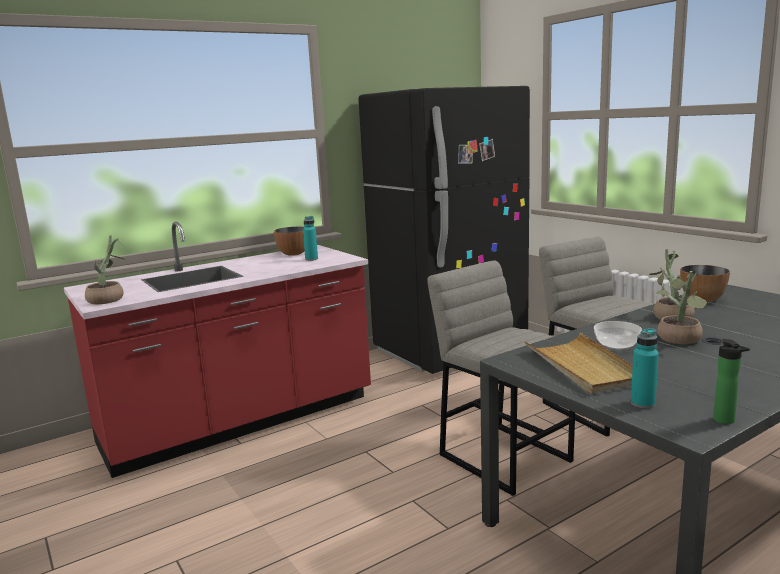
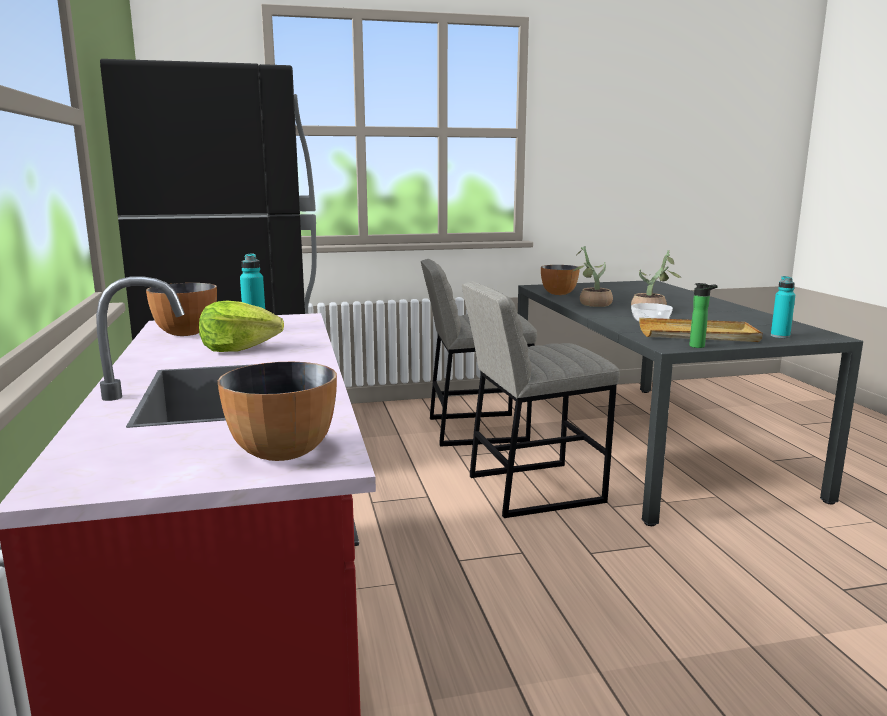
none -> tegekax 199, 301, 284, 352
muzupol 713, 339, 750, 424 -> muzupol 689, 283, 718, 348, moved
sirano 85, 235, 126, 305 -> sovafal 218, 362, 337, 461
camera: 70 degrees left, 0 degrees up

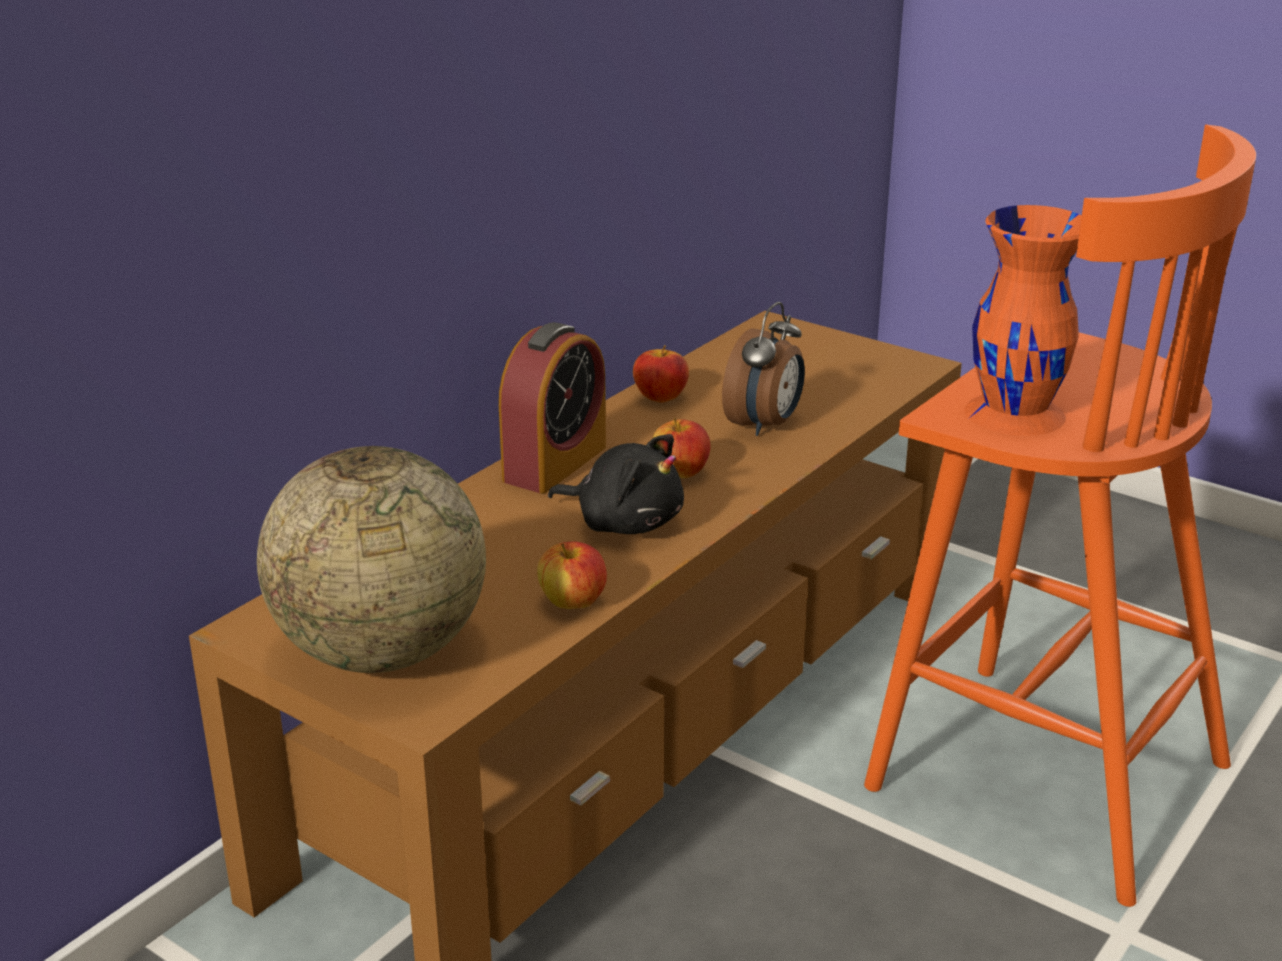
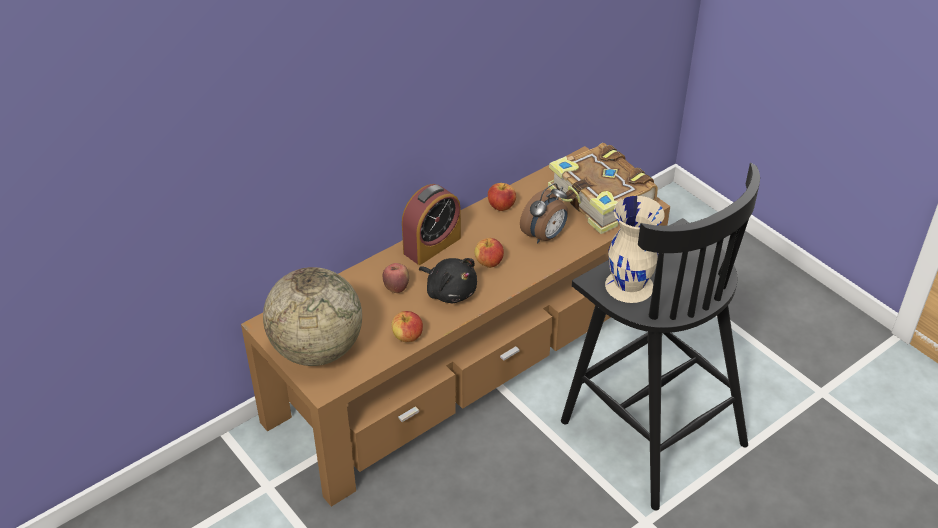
none -> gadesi 383, 263, 409, 293
none -> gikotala 548, 143, 658, 234
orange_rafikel 864, 124, 1256, 907 -> black_rafikel 561, 163, 760, 511
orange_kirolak 964, 205, 1082, 436 -> beige_kirolak 605, 196, 665, 303
camera: 15 degrees right, 15 degrees up

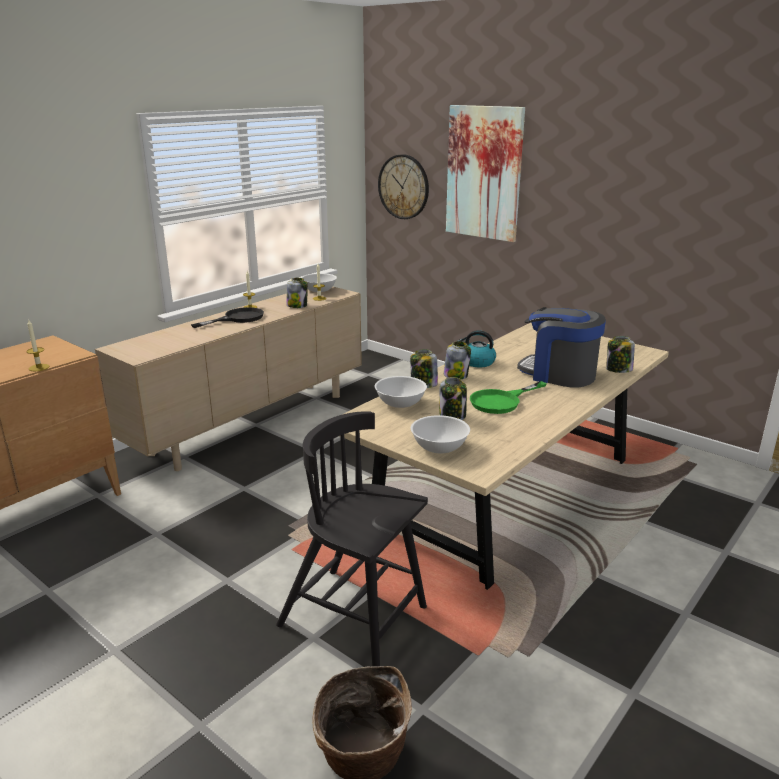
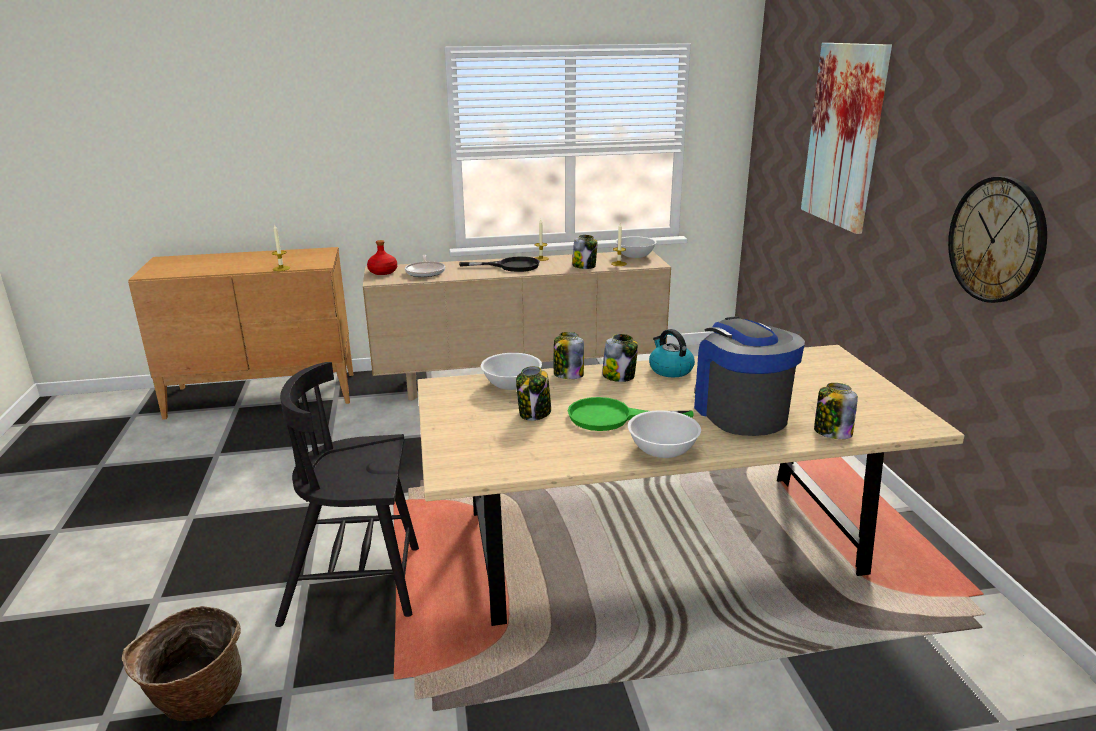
none -> red_muzupol 367, 240, 397, 275
none -> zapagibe 405, 255, 445, 277
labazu 378, 154, 429, 219 -> labazu 948, 176, 1047, 303, moved
white_sovafal 411, 415, 470, 453 -> white_sovafal 628, 410, 701, 458, moved
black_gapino 276, 411, 428, 667 -> black_gapino 275, 362, 419, 627, 75 degrees counterclockwise
camera: 40 degrees right, 0 degrees up

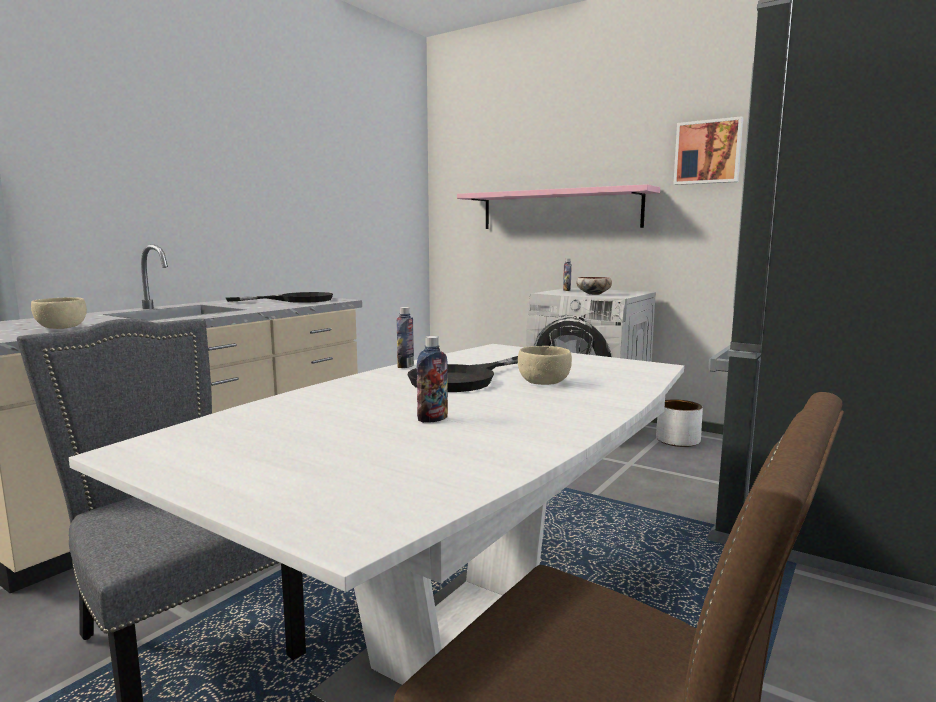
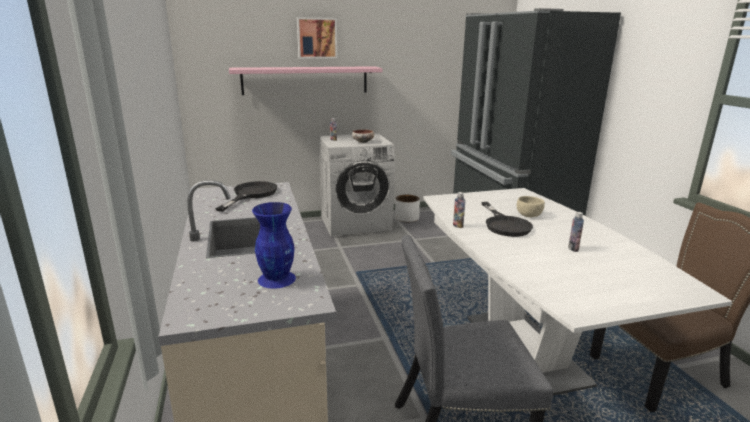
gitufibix 673, 116, 743, 185 -> gitufibix 297, 17, 337, 59, moved
beige_sovafal 31, 297, 87, 329 -> blue_kirolak 252, 202, 296, 289
camera: 50 degrees left, 10 degrees up

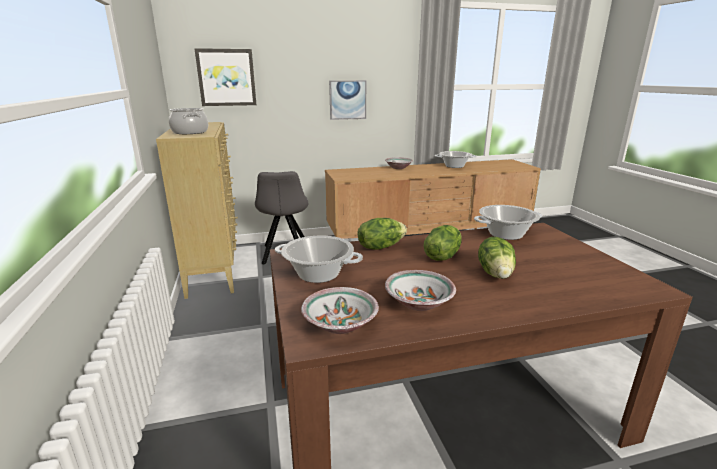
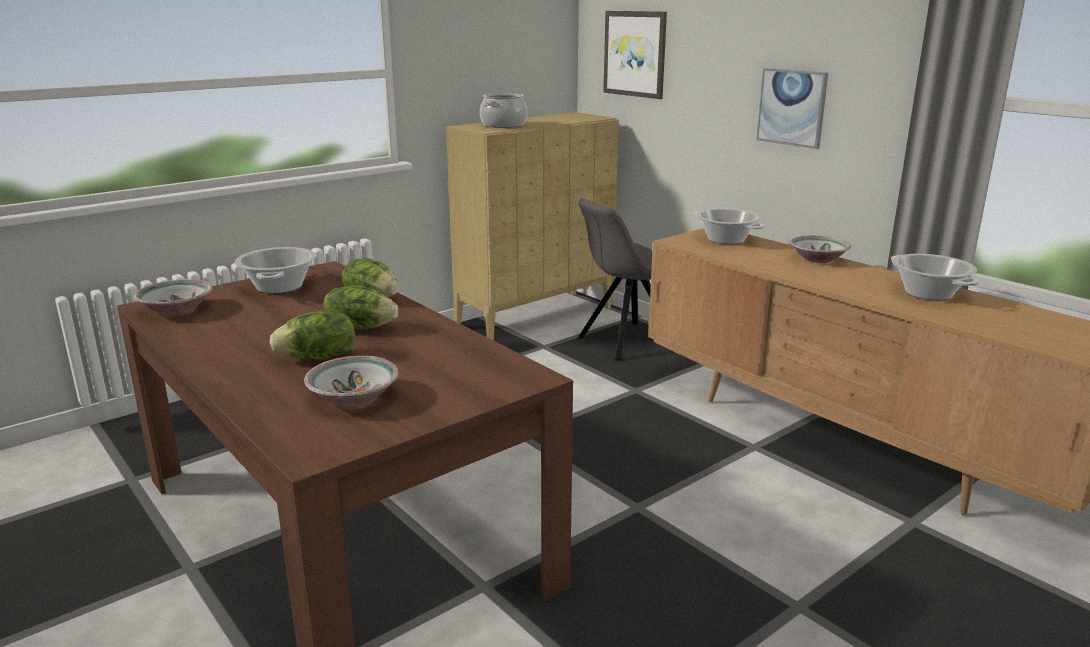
sovafal 385, 270, 456, 311 -> sovafal 304, 356, 399, 407, moved
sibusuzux 474, 205, 542, 240 -> sibusuzux 694, 208, 764, 244, moved
camera: 65 degrees right, 0 degrees up

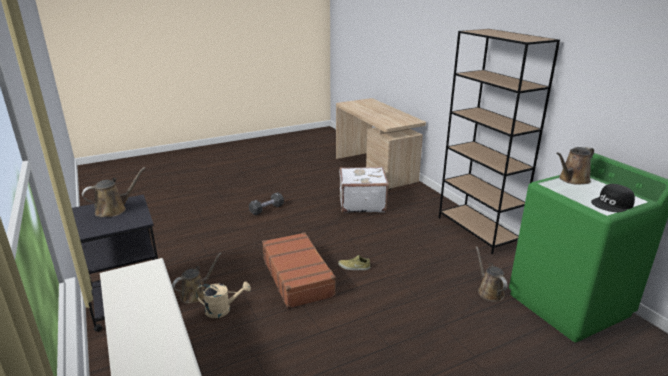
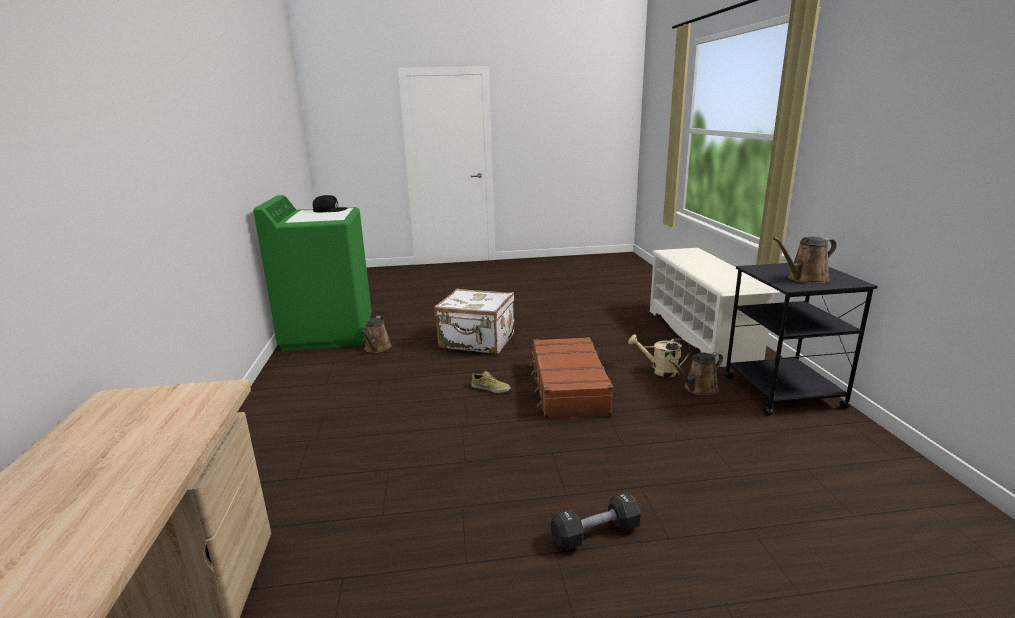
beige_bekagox 439, 29, 560, 254 -> none
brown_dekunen 556, 147, 594, 185 -> none
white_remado 339, 167, 389, 213 -> white_remado 434, 288, 514, 354, moved
camera: 160 degrees left, 5 degrees down

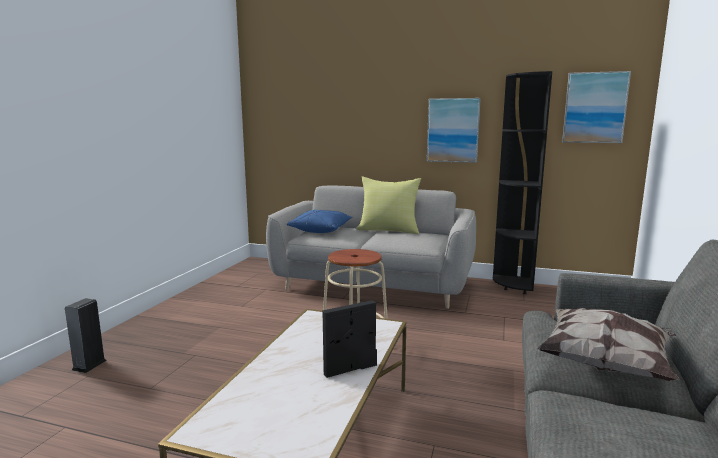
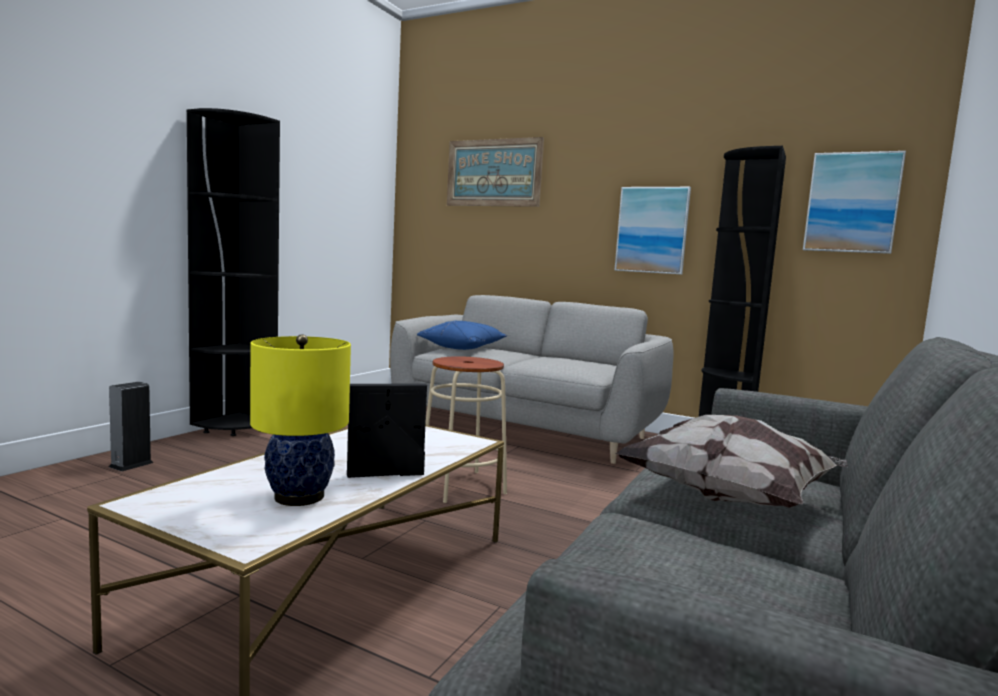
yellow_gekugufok 356, 176, 421, 234 -> none
none -> black_bekagox 187, 108, 280, 436
none -> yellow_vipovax 250, 334, 351, 506
none -> gitufibix 447, 137, 544, 207
camera: 10 degrees right, 5 degrees down

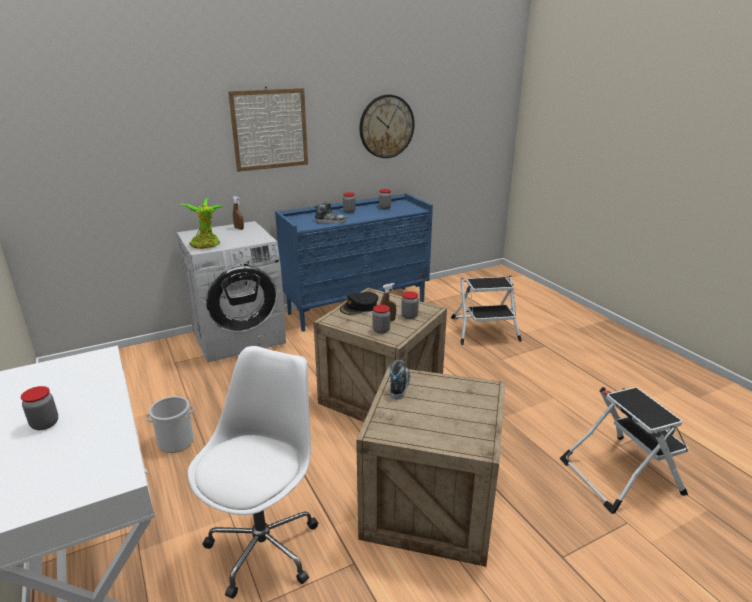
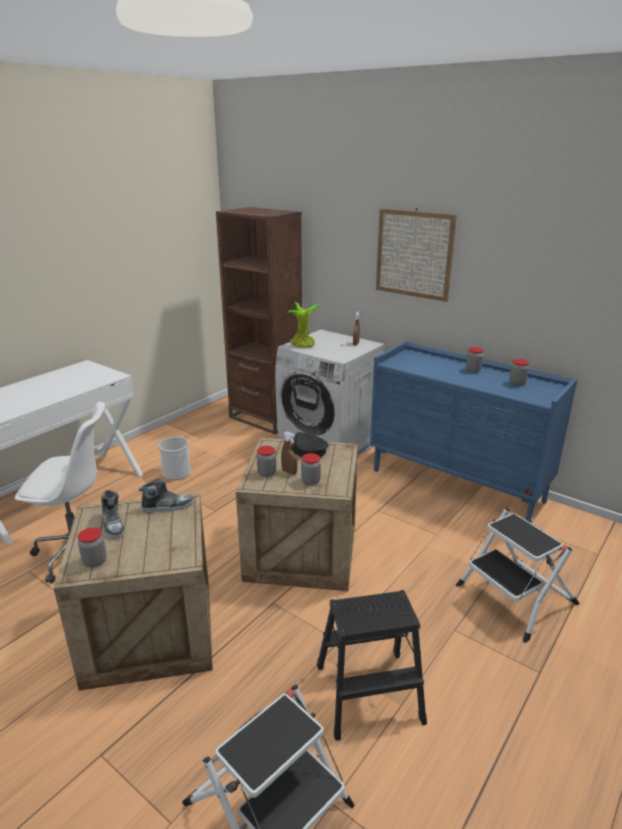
labazu 359, 95, 415, 158 -> none
none -> brown_bekagox 216, 207, 302, 435
none -> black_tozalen 317, 590, 427, 741
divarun 21, 386, 58, 430 -> divarun 78, 528, 107, 568, moved
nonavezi 314, 202, 347, 223 -> nonavezi 101, 490, 125, 539, moved
camera: 65 degrees right, 0 degrees up

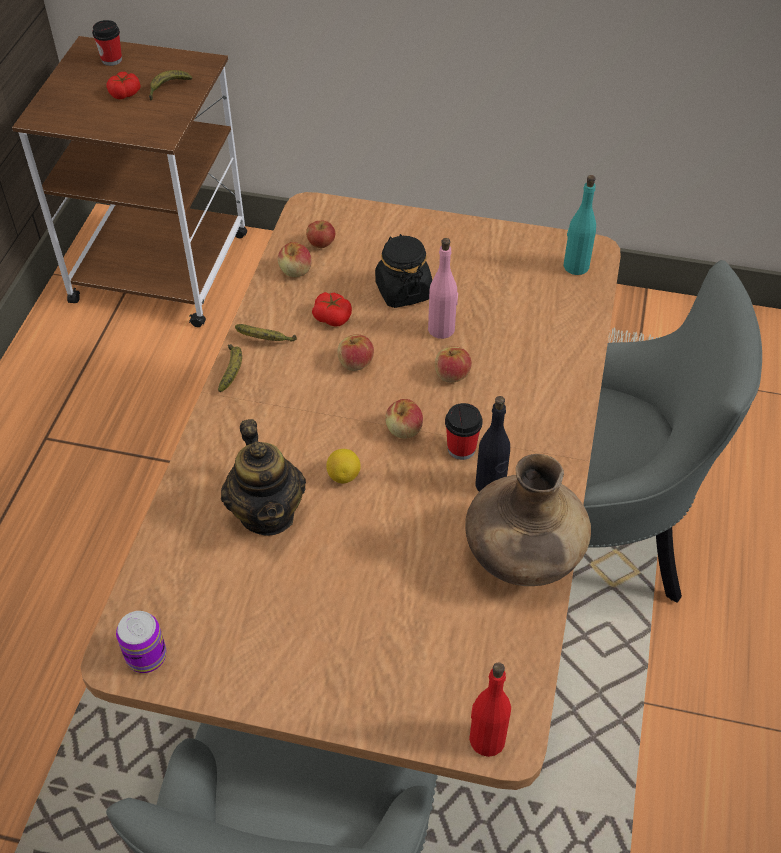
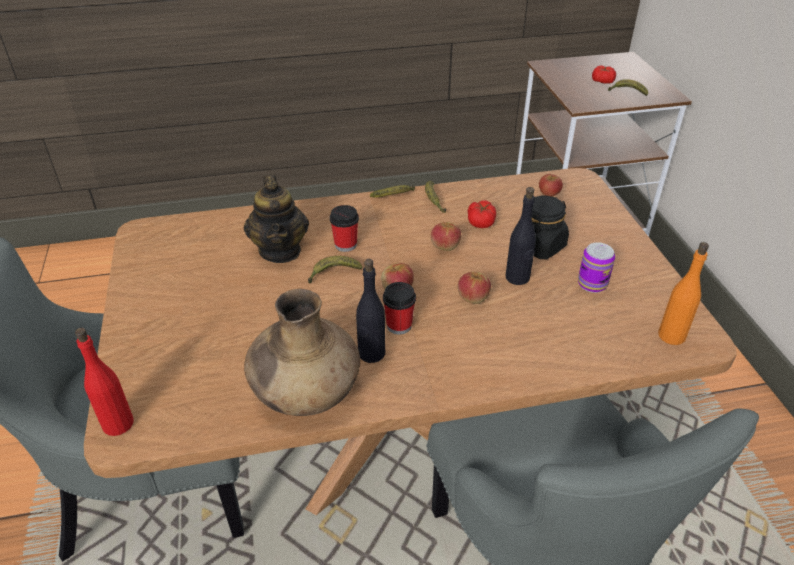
gadesi 278, 242, 312, 277 -> none
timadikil 92, 20, 122, 66 -> timadikil 330, 205, 359, 252, moved
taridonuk 116, 611, 166, 673 -> taridonuk 578, 242, 615, 293, moved
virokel 326, 449, 361, 483 -> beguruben 308, 256, 362, 284
pink_muzupol 428, 238, 458, 339 -> black_muzupol 506, 187, 536, 285
turquoise_muzupol 564, 175, 596, 275 -> orange_muzupol 658, 242, 709, 345
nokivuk 221, 419, 306, 536 -> nokivuk 244, 174, 309, 263, 60 degrees counterclockwise
camera: 65 degrees right, 10 degrees down

